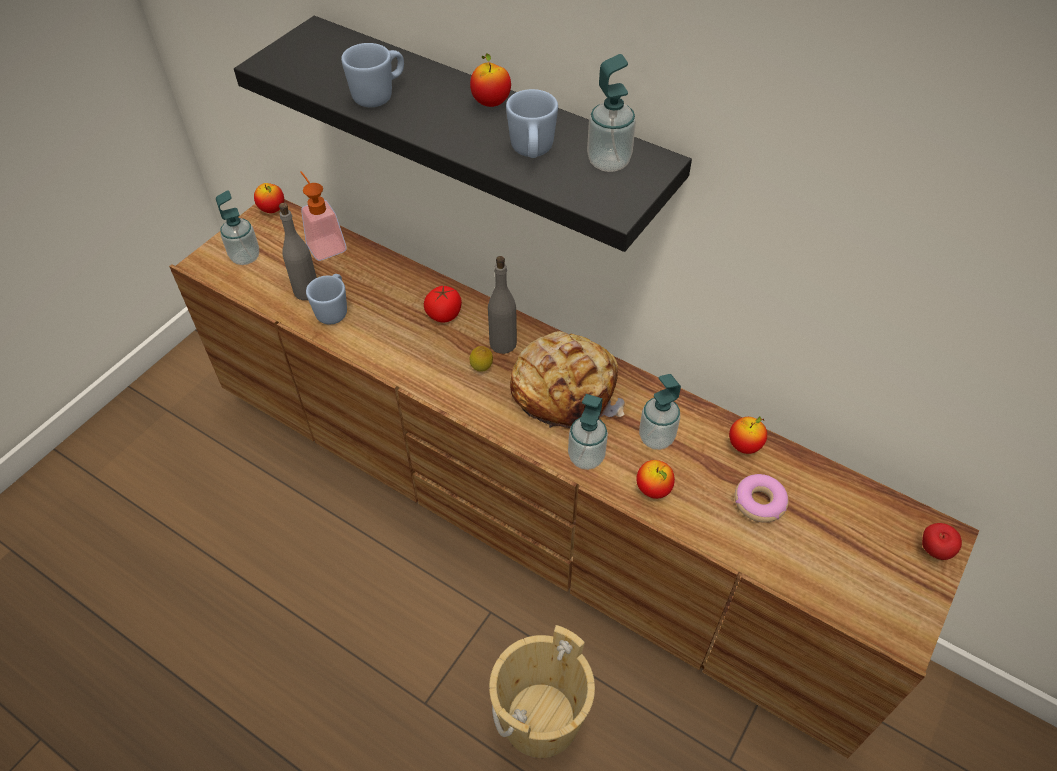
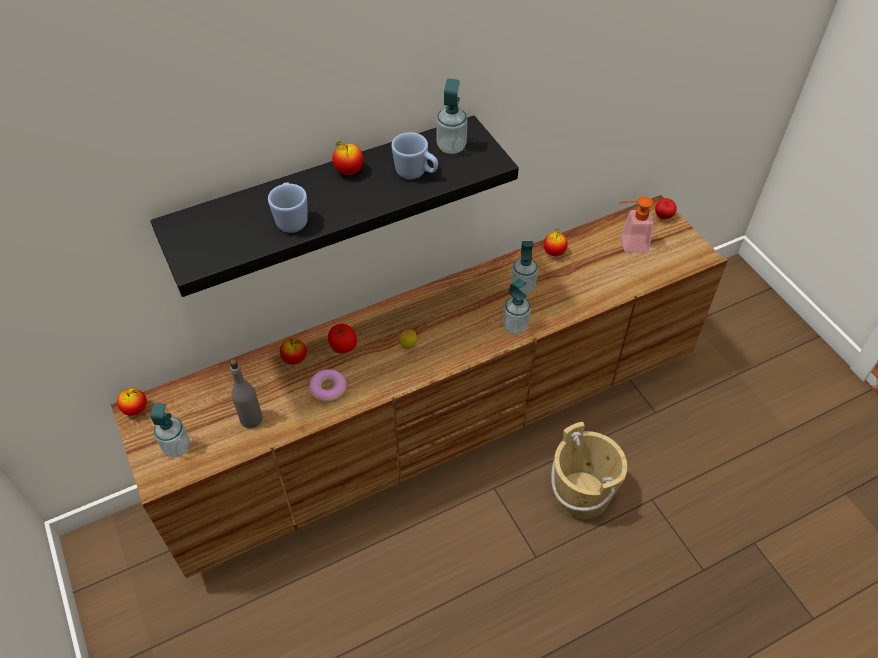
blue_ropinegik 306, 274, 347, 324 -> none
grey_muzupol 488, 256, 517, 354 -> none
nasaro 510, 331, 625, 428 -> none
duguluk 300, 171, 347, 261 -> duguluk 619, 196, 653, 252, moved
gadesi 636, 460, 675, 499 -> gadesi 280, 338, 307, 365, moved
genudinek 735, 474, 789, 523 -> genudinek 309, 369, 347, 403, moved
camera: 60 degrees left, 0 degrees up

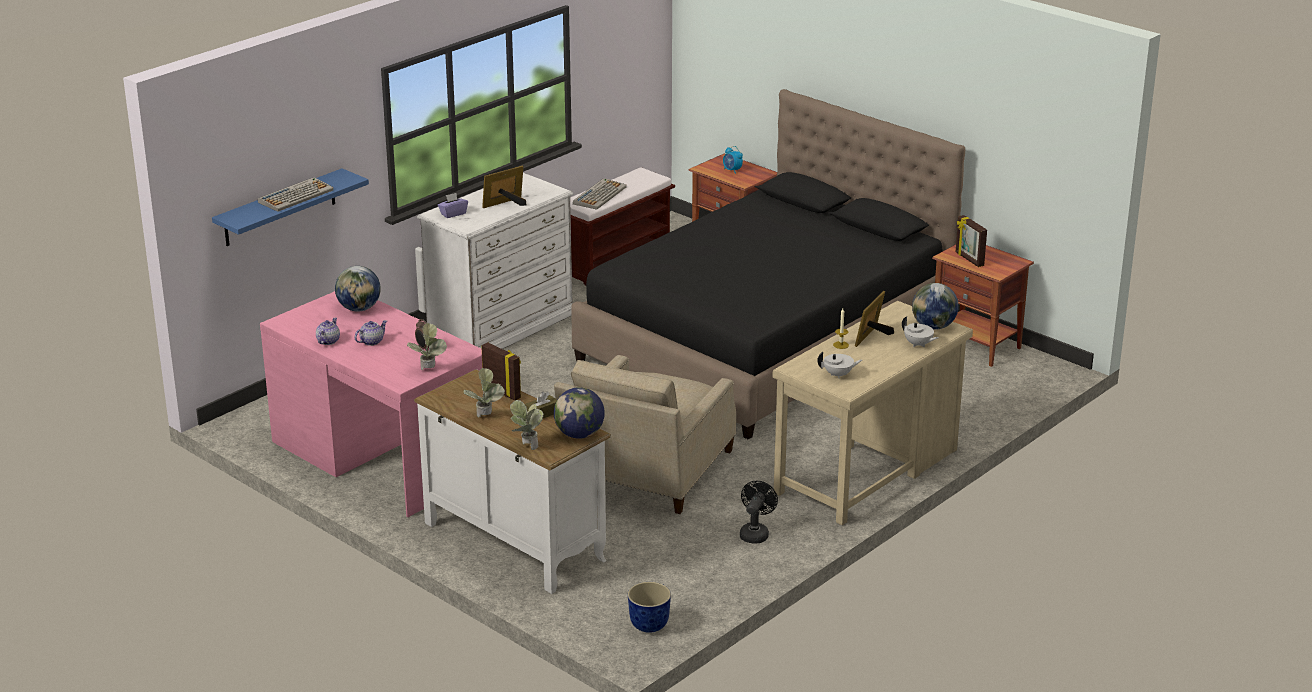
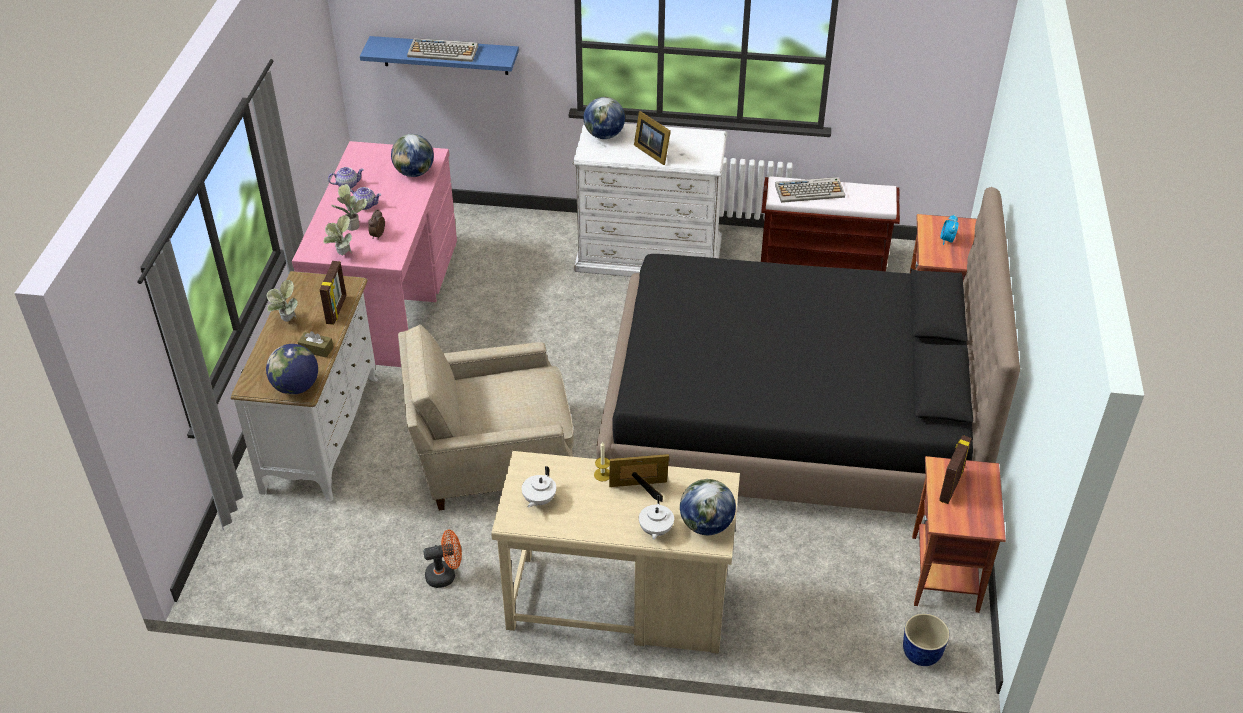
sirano 510, 400, 544, 450 -> sirano 331, 184, 368, 231, moved
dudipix 628, 582, 671, 633 -> dudipix 903, 613, 950, 666, moved
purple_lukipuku 438, 193, 468, 218 -> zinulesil 583, 97, 625, 139
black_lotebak 740, 481, 778, 544 -> orange_lotebak 423, 530, 462, 588
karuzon 482, 166, 526, 208 -> karuzon 634, 111, 671, 165, 150 degrees counterclockwise
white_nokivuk 817, 352, 862, 379 -> white_nokivuk 522, 466, 556, 508, 60 degrees clockwise
camera: 55 degrees right, 15 degrees up

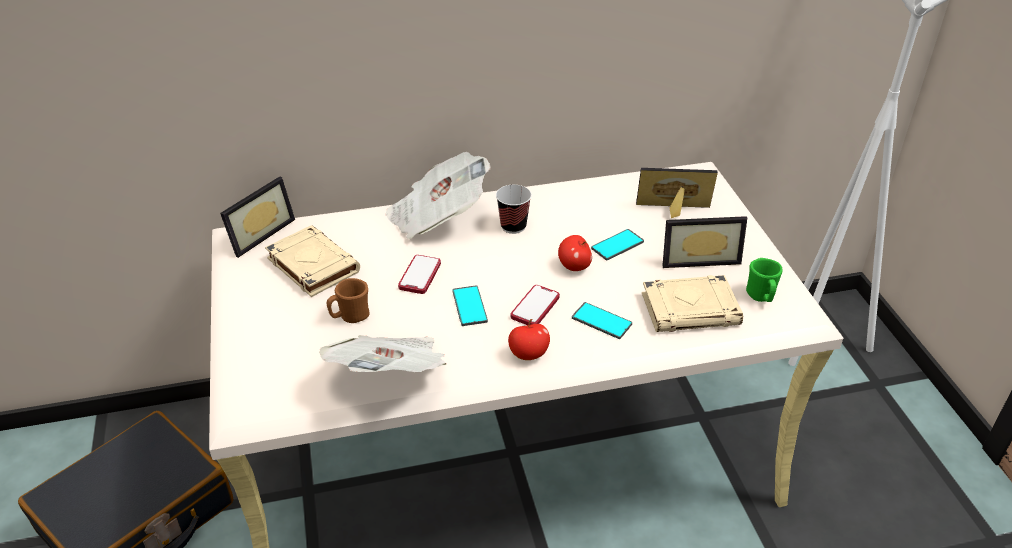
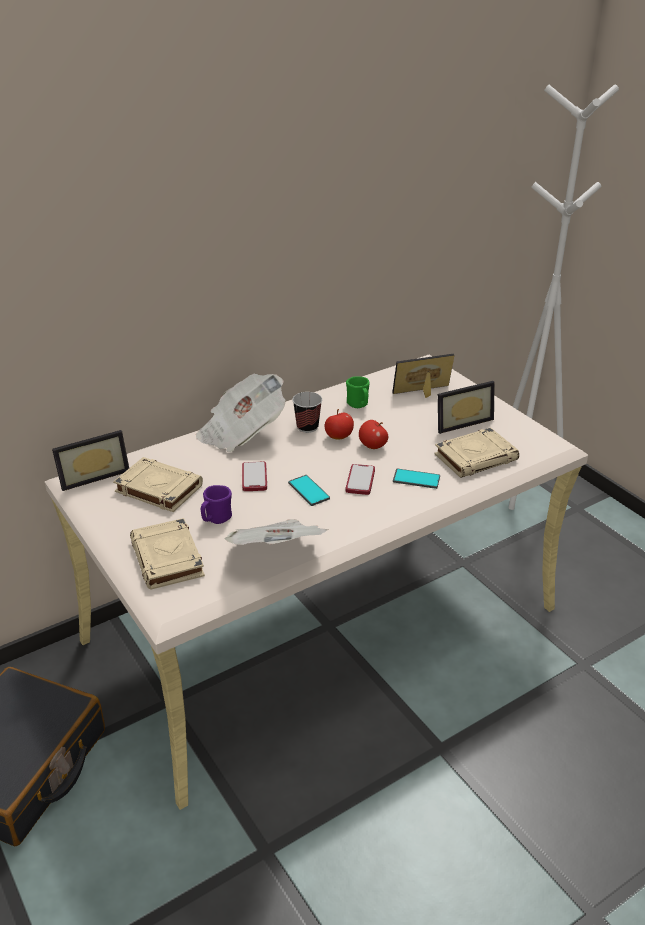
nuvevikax 591, 229, 644, 261 -> none
none -> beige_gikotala 130, 518, 205, 590
gadesi 508, 319, 550, 360 -> gadesi 325, 409, 354, 440, moved
green_ropinegik 746, 258, 783, 302 -> green_ropinegik 346, 377, 370, 408, moved
brown_ropinegik 327, 278, 370, 323 -> purple_ropinegik 201, 485, 232, 524
karuzon 220, 176, 295, 258 -> karuzon 52, 430, 129, 491, 45 degrees clockwise
camera: 20 degrees left, 5 degrees down

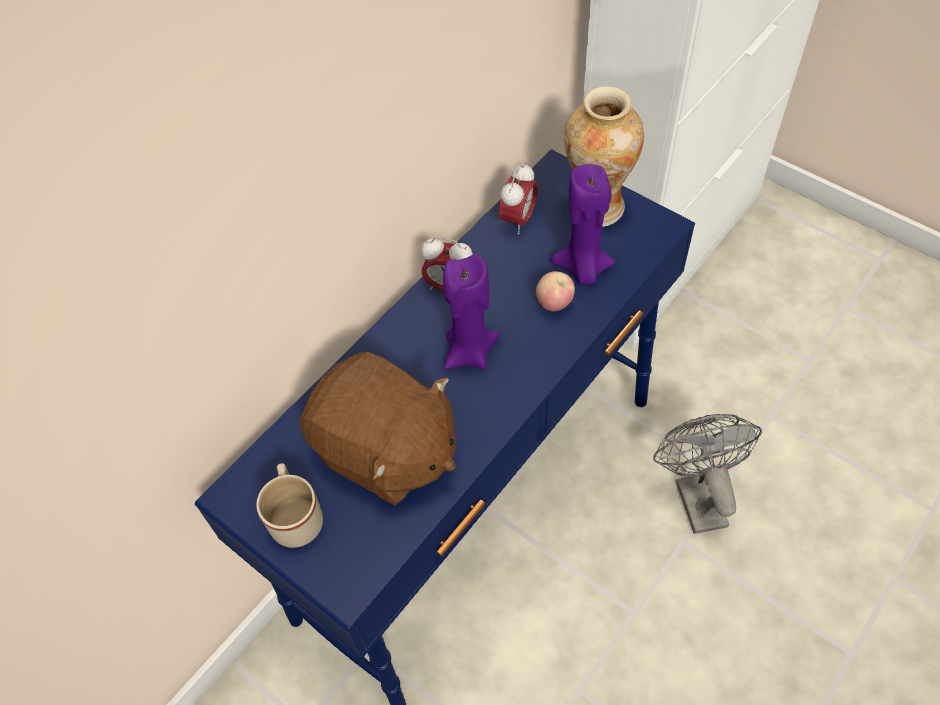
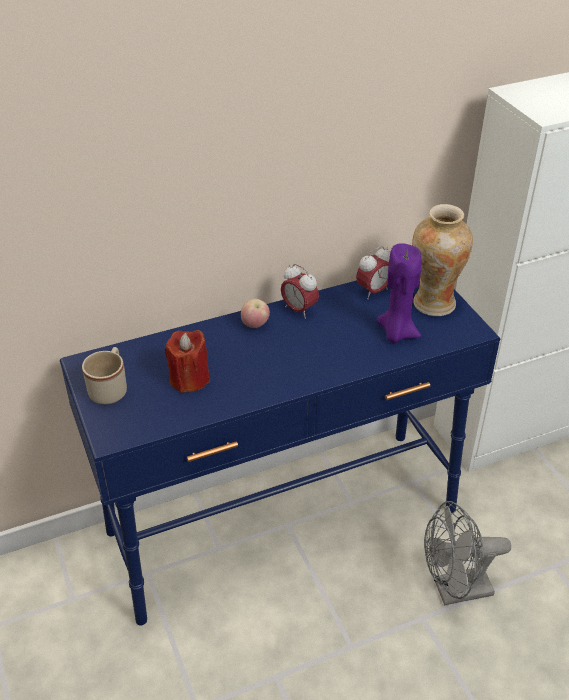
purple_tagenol 443, 254, 500, 369 -> none
gadesi 536, 271, 575, 311 -> gadesi 241, 299, 270, 328, moved
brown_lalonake 300, 352, 456, 506 -> red_tagenol 165, 330, 210, 393
grey_lotebak 653, 414, 762, 534 -> grey_lotebak 424, 501, 511, 605, 120 degrees counterclockwise
camera: 25 degrees right, 15 degrees down

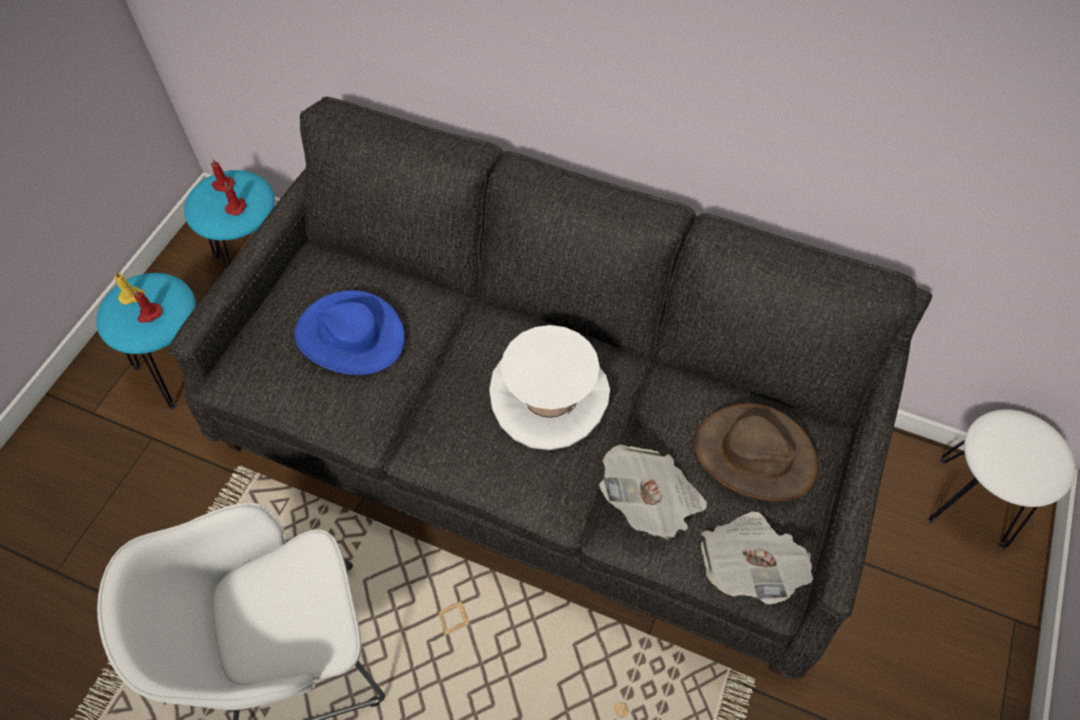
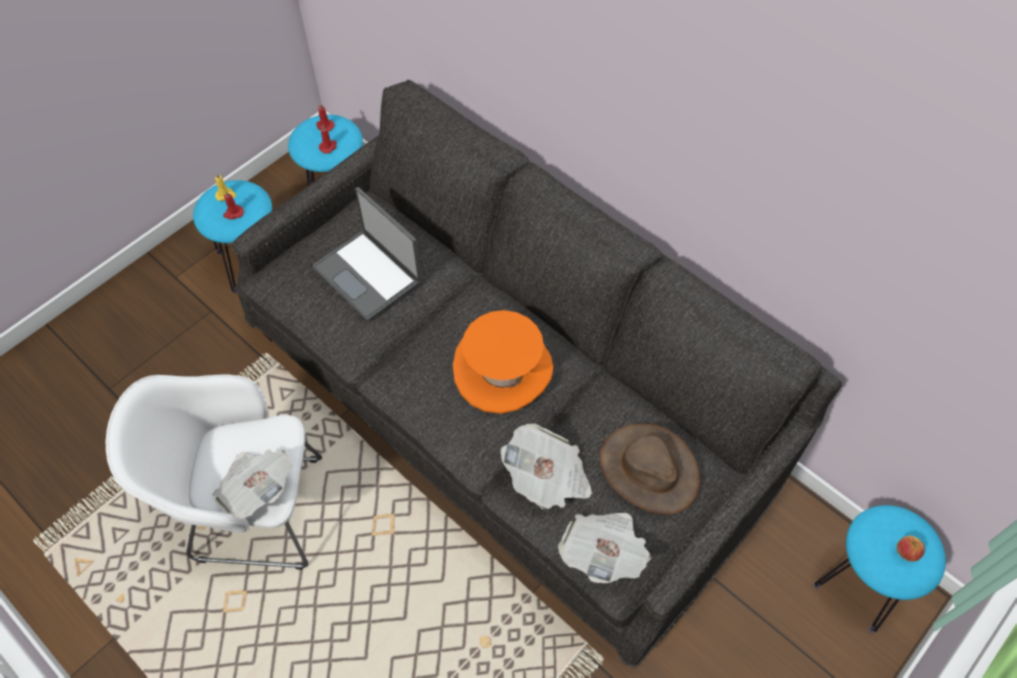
none -> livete 212, 450, 293, 519
none -> gadesi 897, 536, 925, 562
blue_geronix 294, 290, 405, 375 -> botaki 313, 187, 422, 321
white_geronix 489, 325, 610, 450 -> orange_geronix 453, 310, 554, 414
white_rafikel 927, 409, 1075, 549 -> turquoise_rafikel 813, 505, 946, 633
camera: 20 degrees right, 0 degrees up

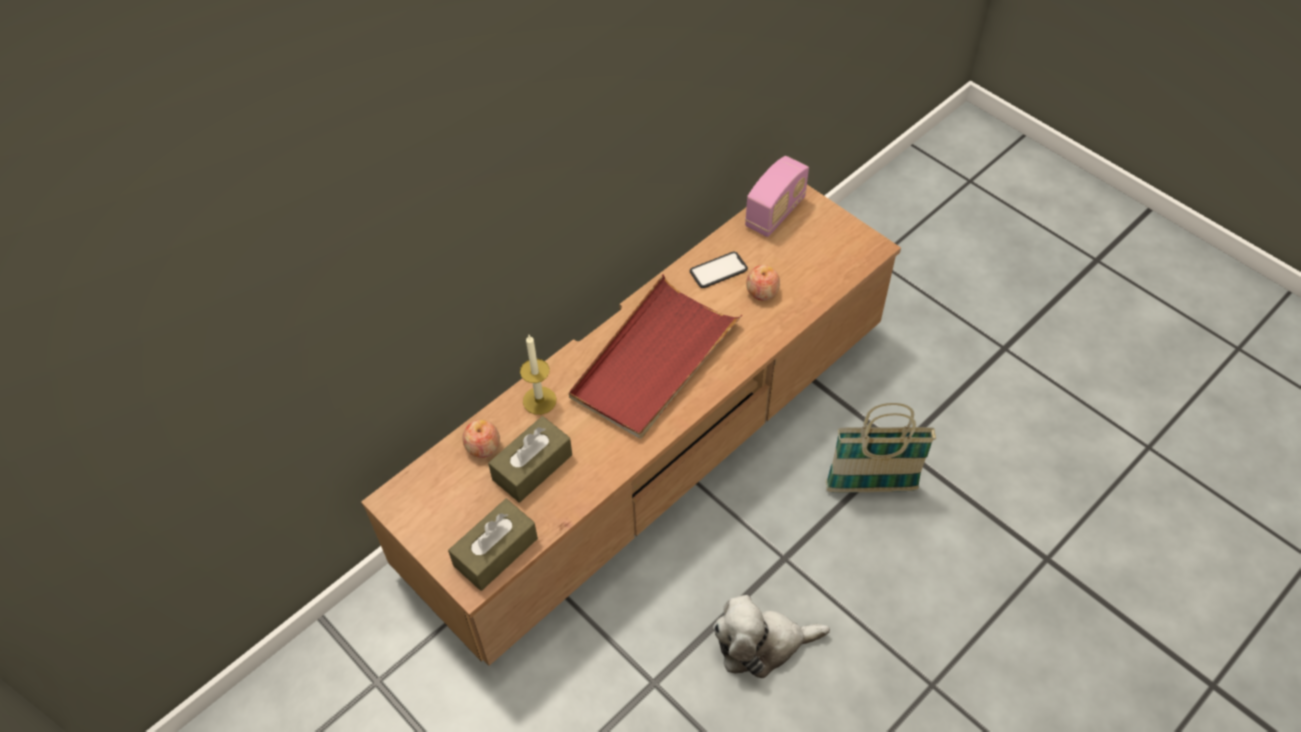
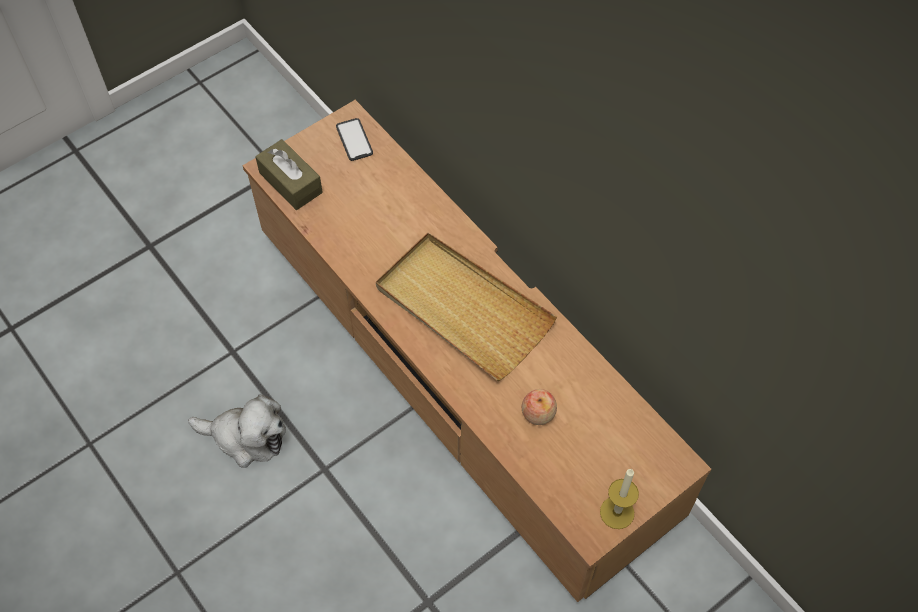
gadesi 462, 419, 500, 458 -> none
brown_lukipuku 488, 416, 572, 502 -> none
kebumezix 745, 156, 809, 237 -> none
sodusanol 826, 403, 936, 493 -> none
tagenol 520, 335, 556, 415 -> tagenol 600, 469, 639, 529, moved
nuvevikax 690, 252, 748, 288 -> nuvevikax 336, 118, 373, 161, moved
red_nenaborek 569, 274, 742, 439 -> beige_nenaborek 376, 233, 557, 381
lalonake 713, 595, 830, 678 -> lalonake 188, 394, 286, 468, 105 degrees clockwise
camera: 95 degrees right, 5 degrees up

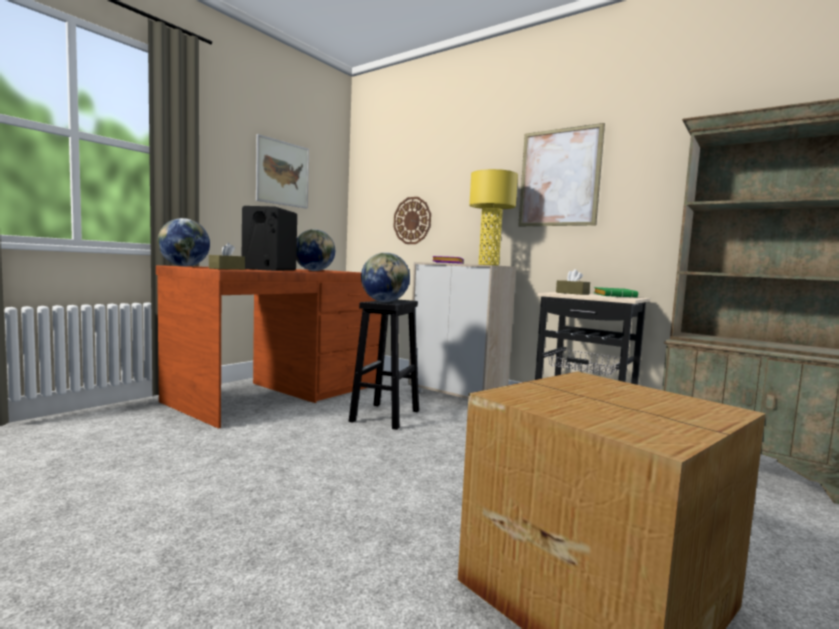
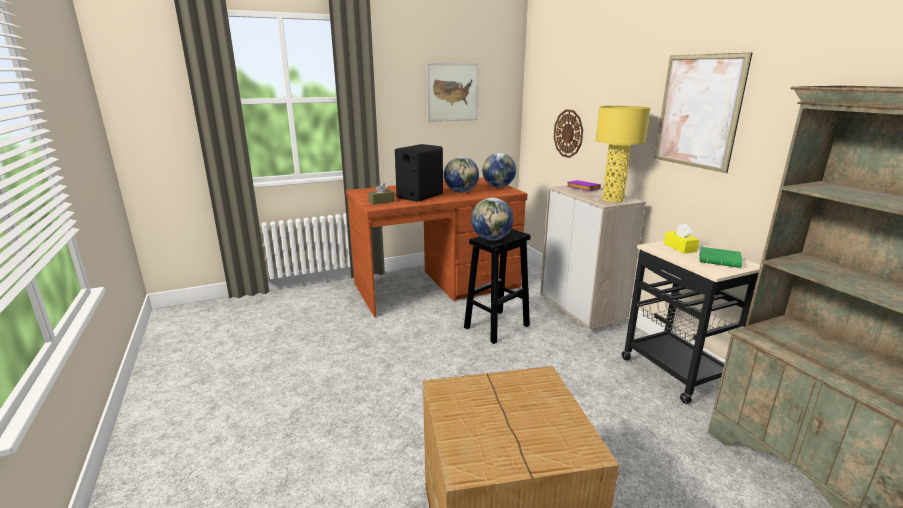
zinulesil 158, 218, 210, 266 -> zinulesil 482, 153, 516, 187, moved
brown_lukipuku 556, 269, 590, 295 -> yellow_lukipuku 664, 223, 699, 253
camera: 30 degrees right, 15 degrees up

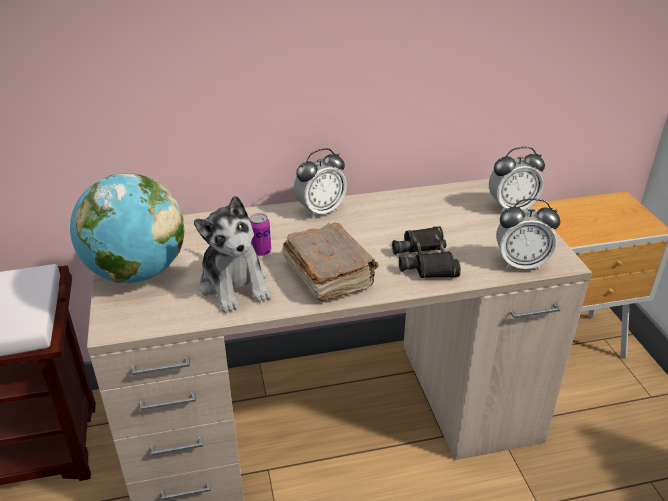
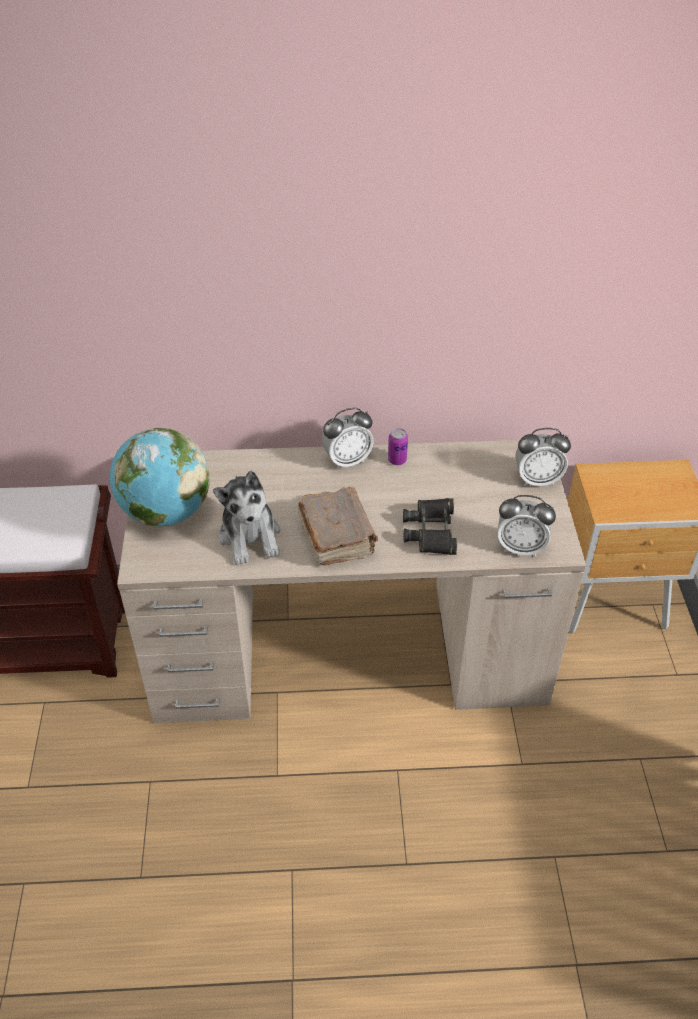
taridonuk 250, 213, 271, 256 -> taridonuk 388, 428, 408, 465, moved
camera: 10 degrees right, 10 degrees up

